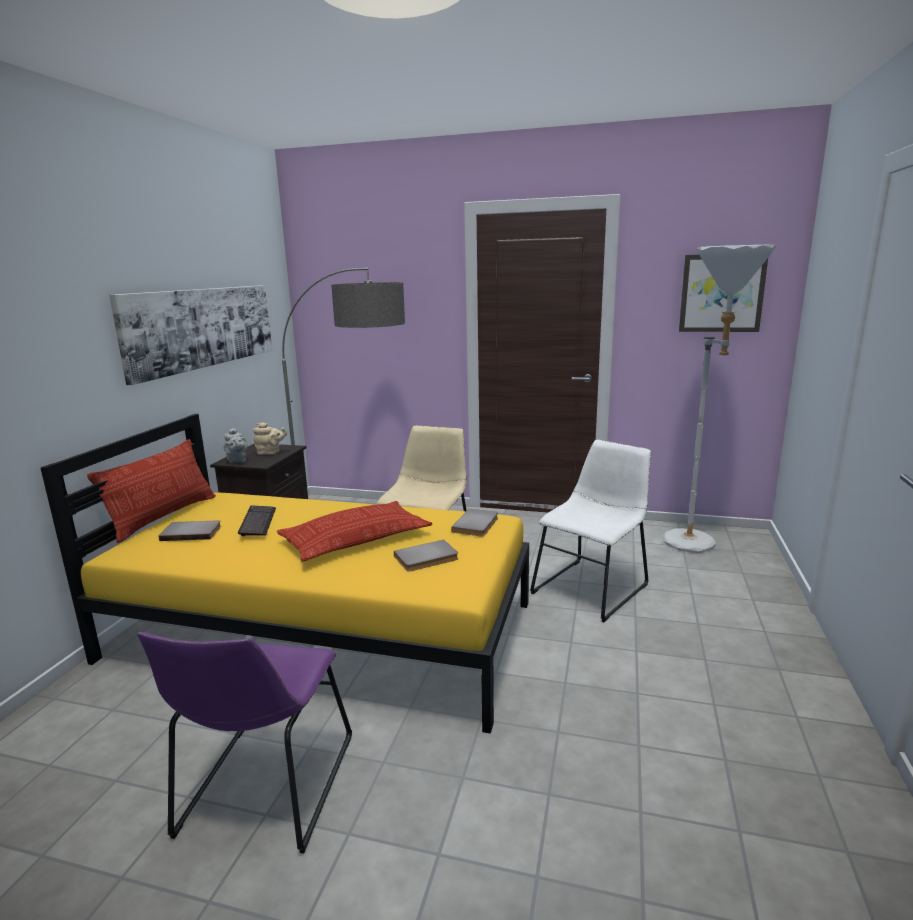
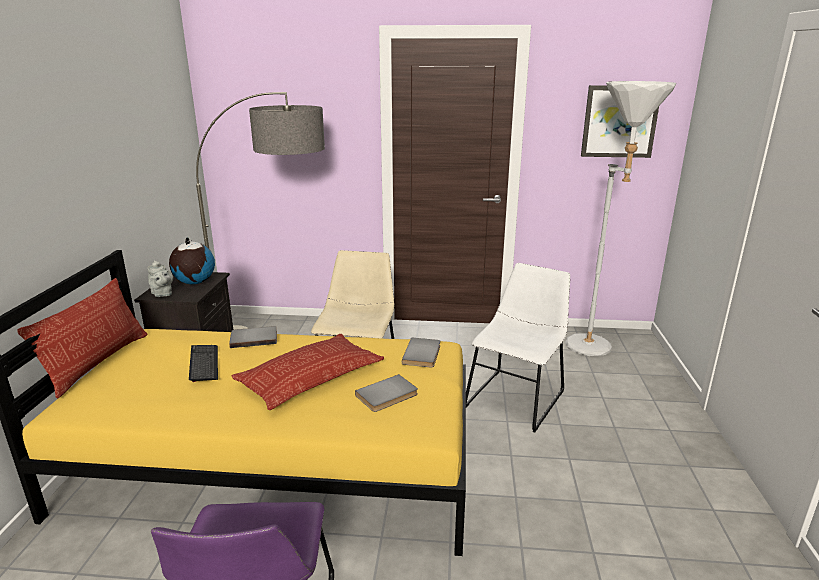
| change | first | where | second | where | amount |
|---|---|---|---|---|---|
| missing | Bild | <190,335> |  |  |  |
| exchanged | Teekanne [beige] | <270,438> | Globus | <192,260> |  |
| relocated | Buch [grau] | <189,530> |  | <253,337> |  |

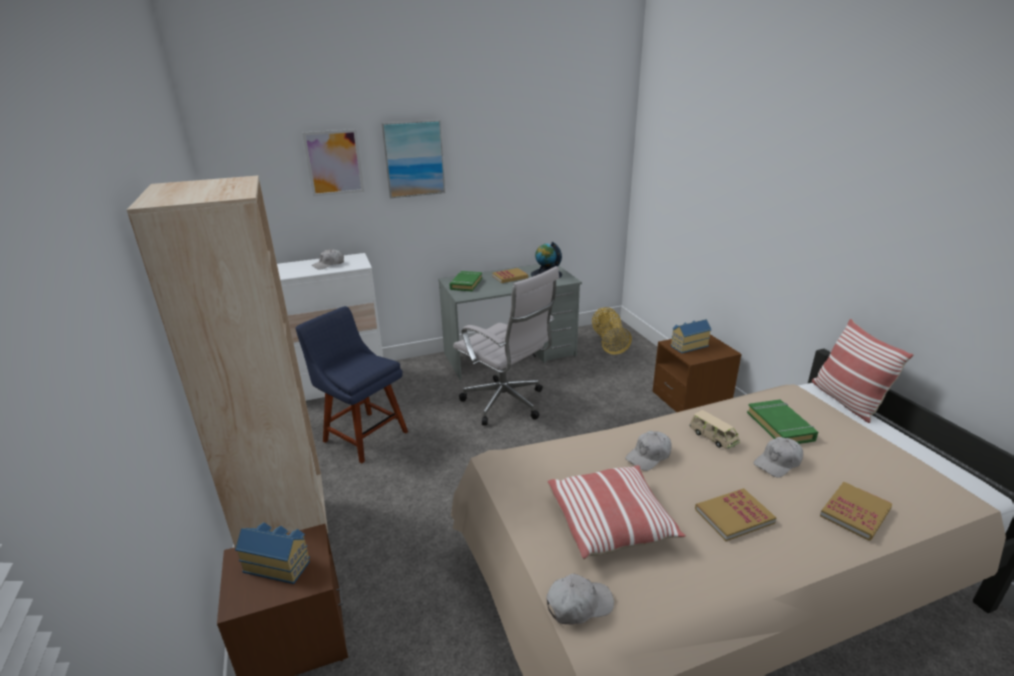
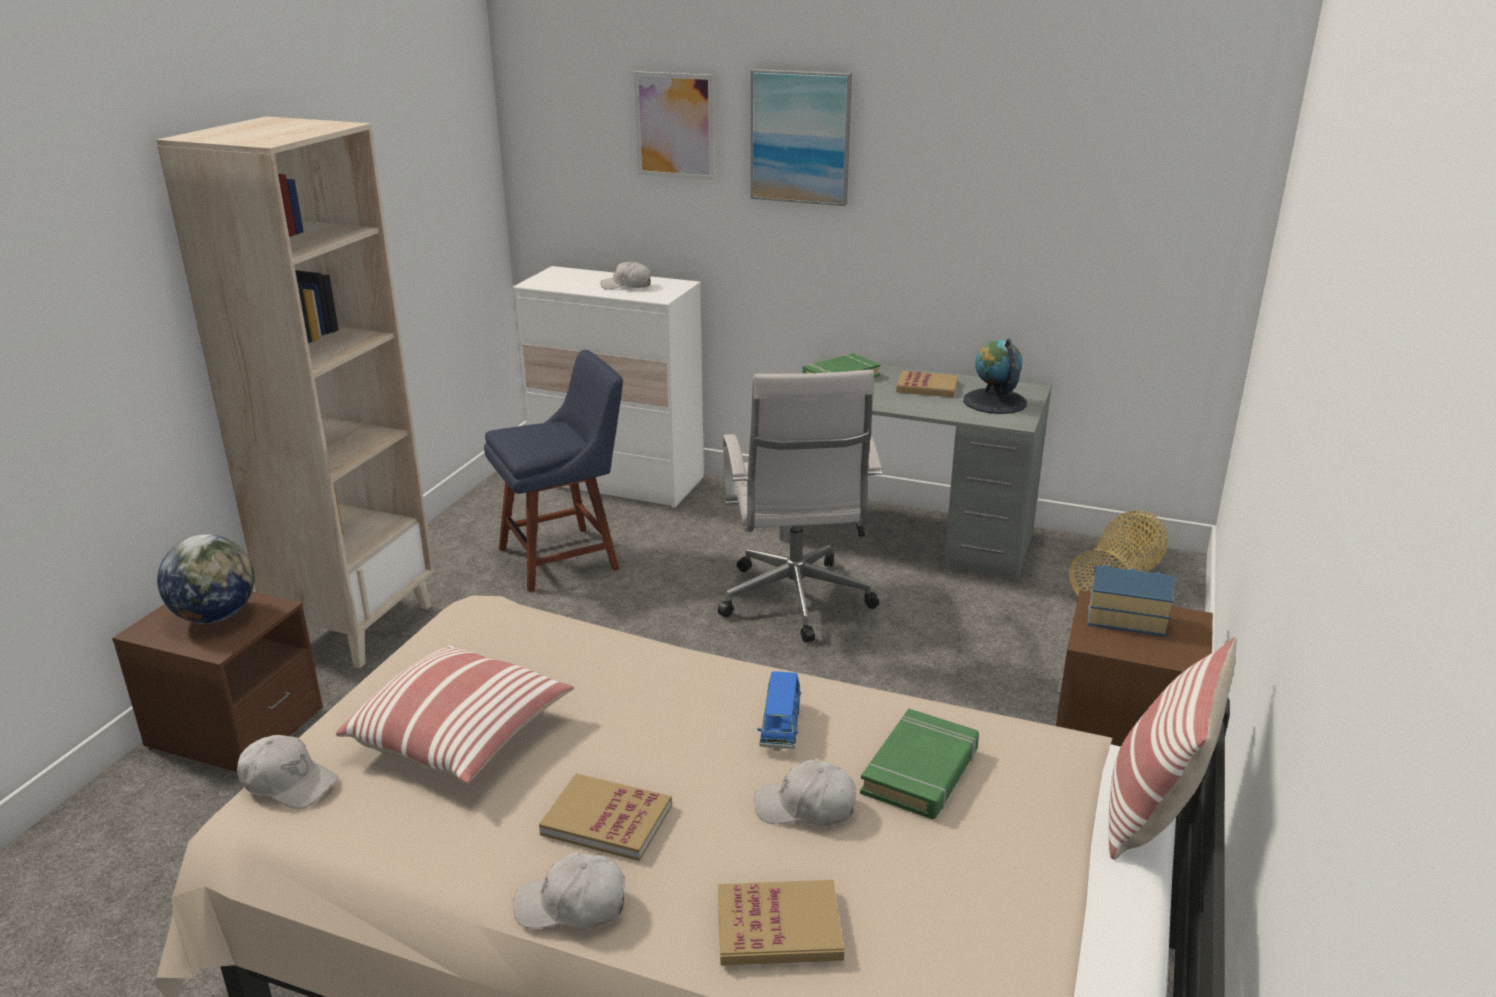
| change | first | where | second | where | amount |
|---|---|---|---|---|---|
| spun | Stuhl [blau] | <352,384> |  | <553,471> | 75 degrees clockwise |
| colour | Spielzeugauto [beige] | <714,429> | Spielzeugauto [blau] | <779,711> |  |
| relocated | Kappe [weiß] | <648,451> |  | <569,890> |  |
| exchanged | Spielzeughaus | <272,553> | Globus | <206,579> |  |

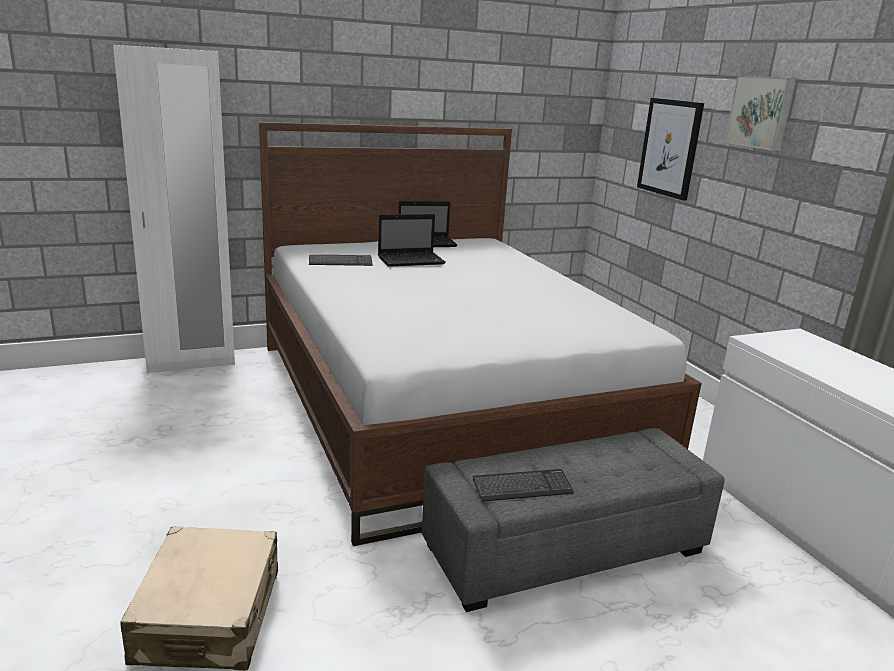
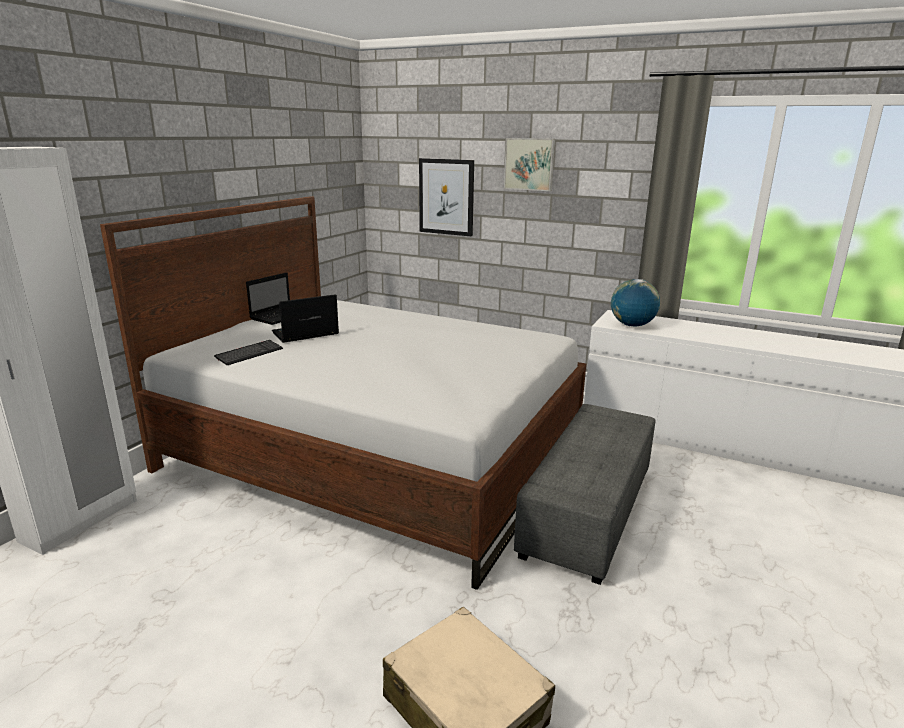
| change | first | where | second | where | amount |
|---|---|---|---|---|---|
| spun | Laptop | <412,240> |  | <305,318> | 150 degrees counterclockwise |
| missing | Tastatur | <523,485> |  |  |  |
| appeared |  |  | Globus | <635,303> |  |

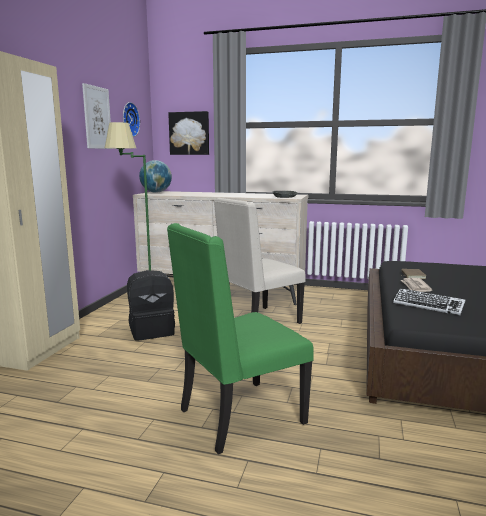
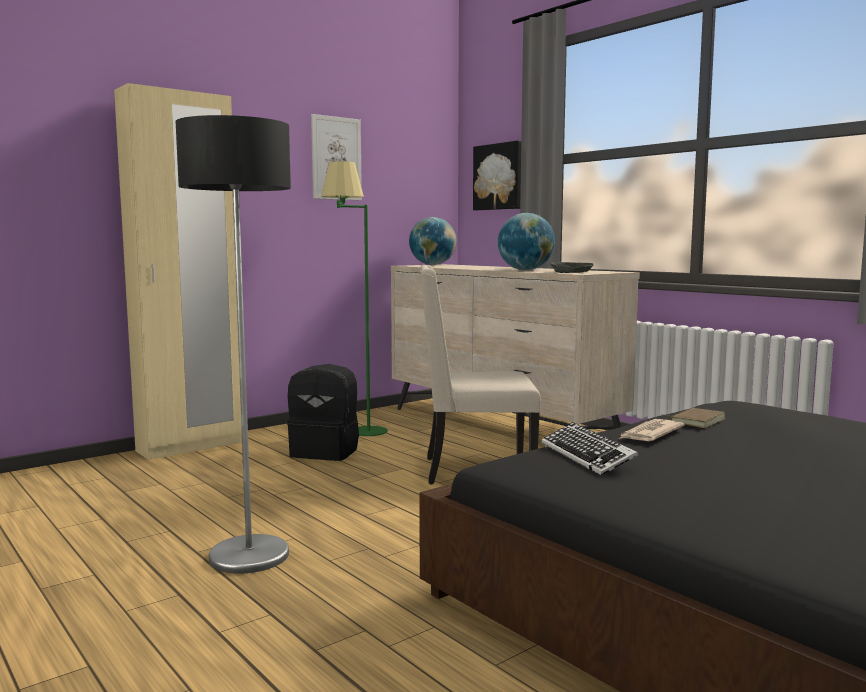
| change | first | where | second | where | amount |
|---|---|---|---|---|---|
| missing | Wanduhr | <131,119> |  |  |  |
| exchanged | Stuhl [grün] | <240,338> | Stehlampe | <233,344> |  |
| appeared |  |  | Globus | <526,241> |  |

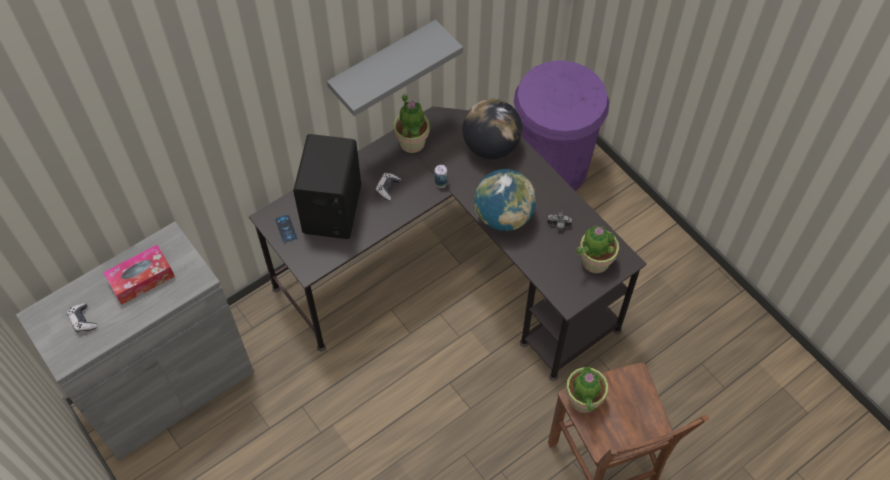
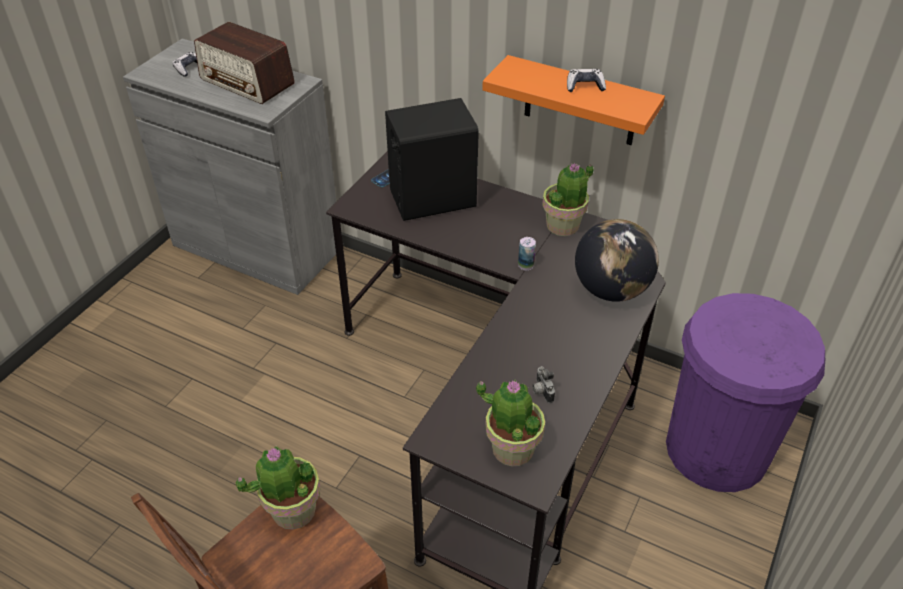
| change | first | where | second | where | amount |
|---|---|---|---|---|---|
| colour | Wandregal [grau] | <395,67> | Wandregal [orange] | <573,100> |  |
| missing | Globus | <505,200> |  |  |  |
| relocated | Gamepad | <388,187> |  | <586,80> |  |
| exchanged | Taschentuchbox | <139,275> | Radio | <244,63> |  |

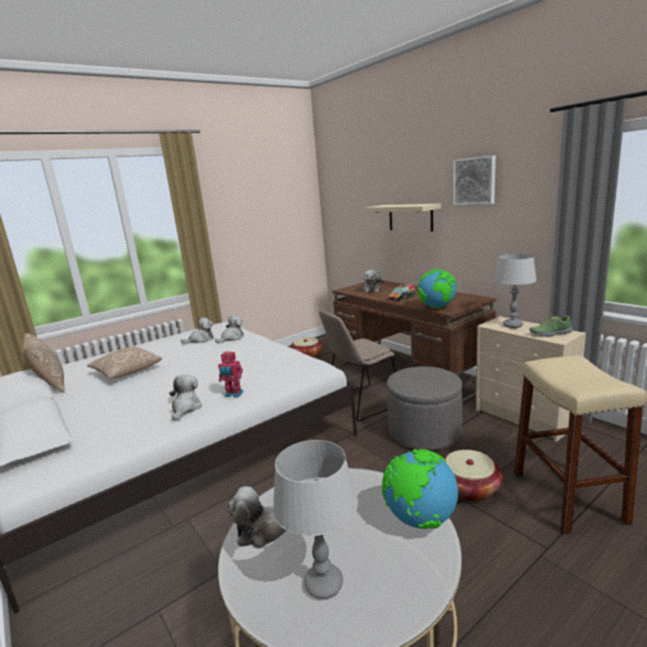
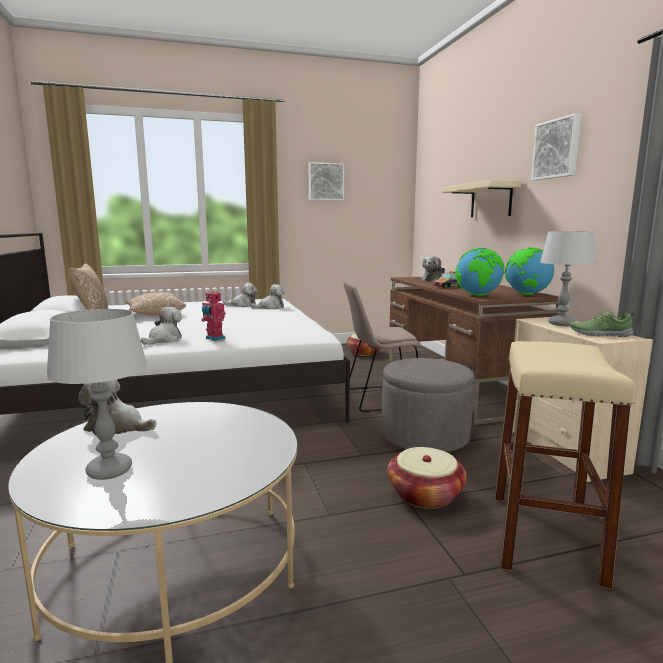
| change | first | where | second | where | amount |
|---|---|---|---|---|---|
| relocated | Globus | <420,489> |  | <529,271> |  |
| appeared |  |  | Bild | <326,181> |  |

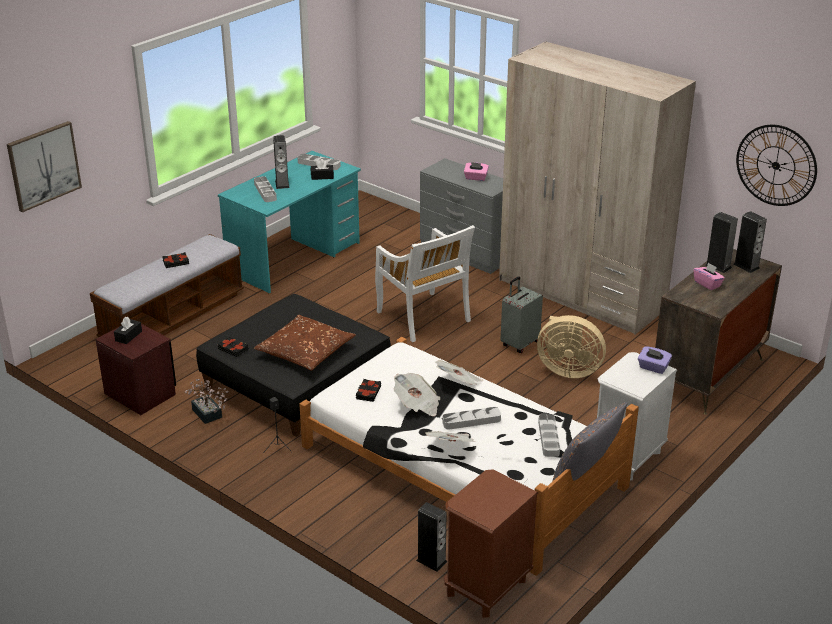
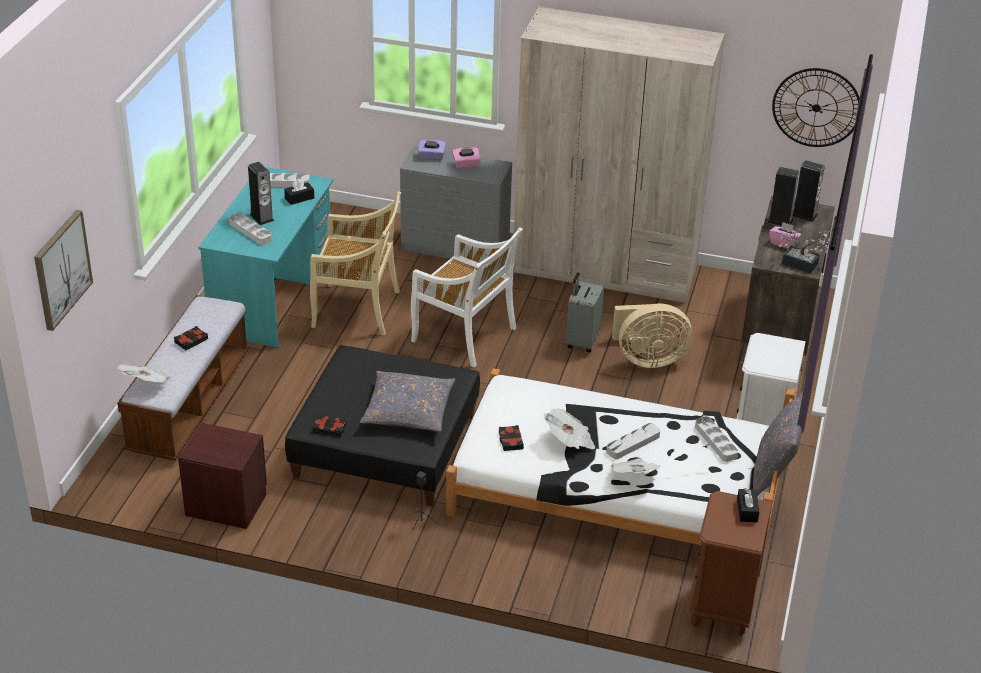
| change | first | where | second | where | amount |
|---|---|---|---|---|---|
| colour | Kissen [braun] | <305,342> | Kissen [grau] | <407,401> |  |
| relocated | Taschentuchbox [schwarz] | <128,330> |  | <748,505> |  |
| relocated | Taschentuchbox [lila] | <655,360> |  | <432,149> |  |
| relocated | Zeitung | <459,372> |  | <144,373> |  |
| relocated | Topfpflanze | <207,401> |  | <804,251> |  |
| missing | Lautsprecher | <432,537> |  |  |  |
| appeared |  |  | Stuhl [beige] | <355,263> |  |

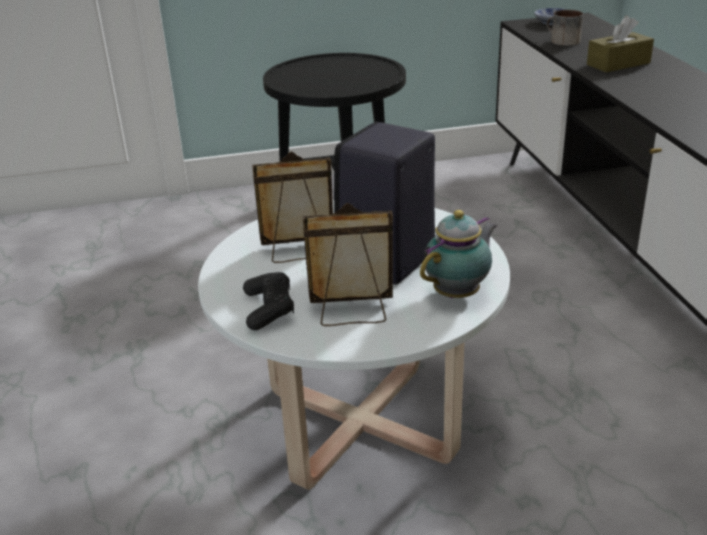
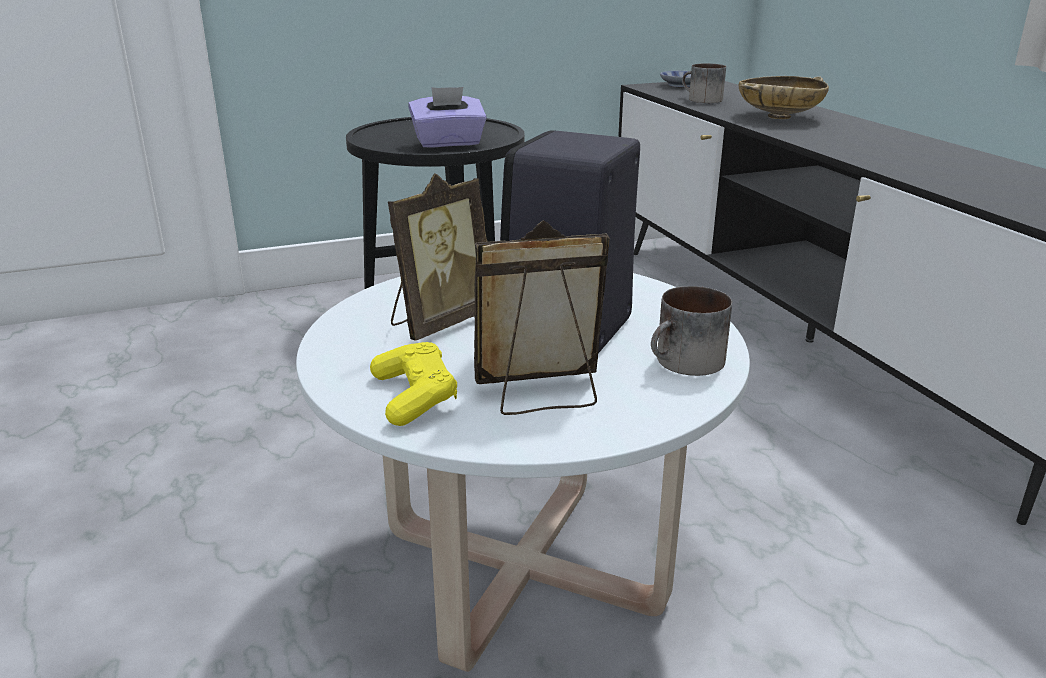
| change | first | where | second | where | amount |
|---|---|---|---|---|---|
| exchanged | Taschentuchbox [braun] | <620,43> | Schüssel [beige] | <784,97> |  |
| spun | Bilderrahmen | <292,207> |  | <437,257> | 150 degrees clockwise |
| exchanged | Teekanne | <458,254> | Henkelbecher | <691,331> |  |
| colour | Gamepad [schwarz] | <268,301> | Gamepad [gelb] | <413,384> |  |
| appeared |  |  | Taschentuchbox [lila] | <447,117> |  |

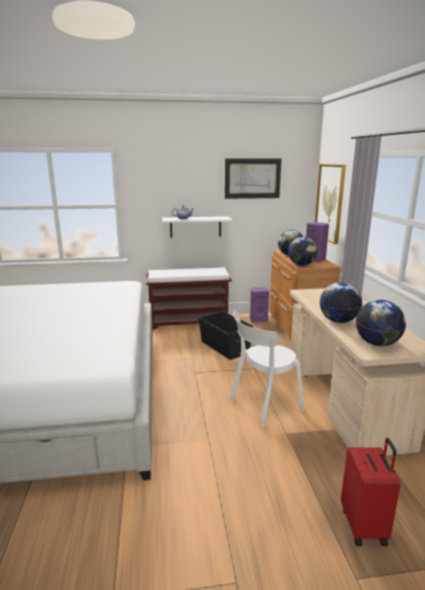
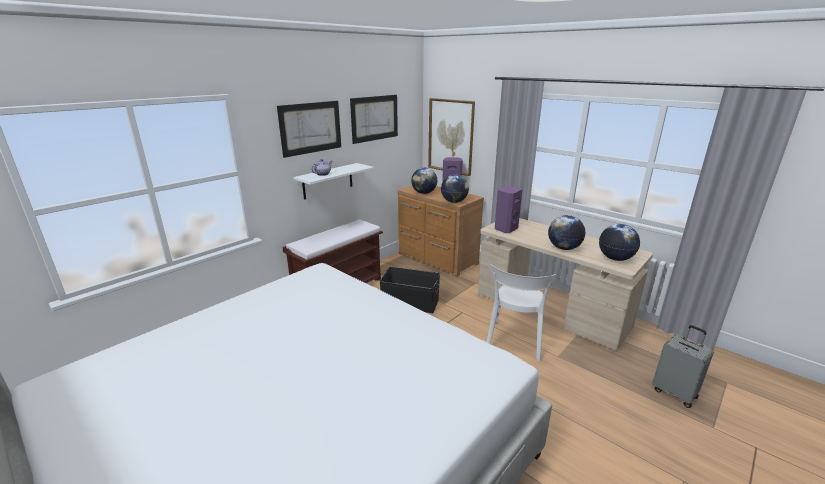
| change | first | where | second | where | amount |
|---|---|---|---|---|---|
| relocated | Lautsprecher [lila] | <259,304> |  | <508,209> |  |
| colour | Koffer [rot] | <371,492> | Koffer [grau] | <683,366> |  |
| appeared |  |  | Bild | <309,129> |  |

